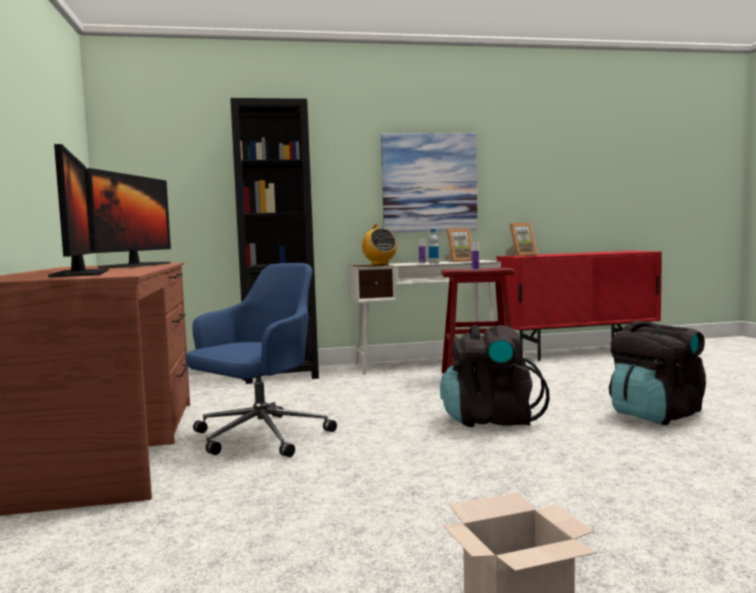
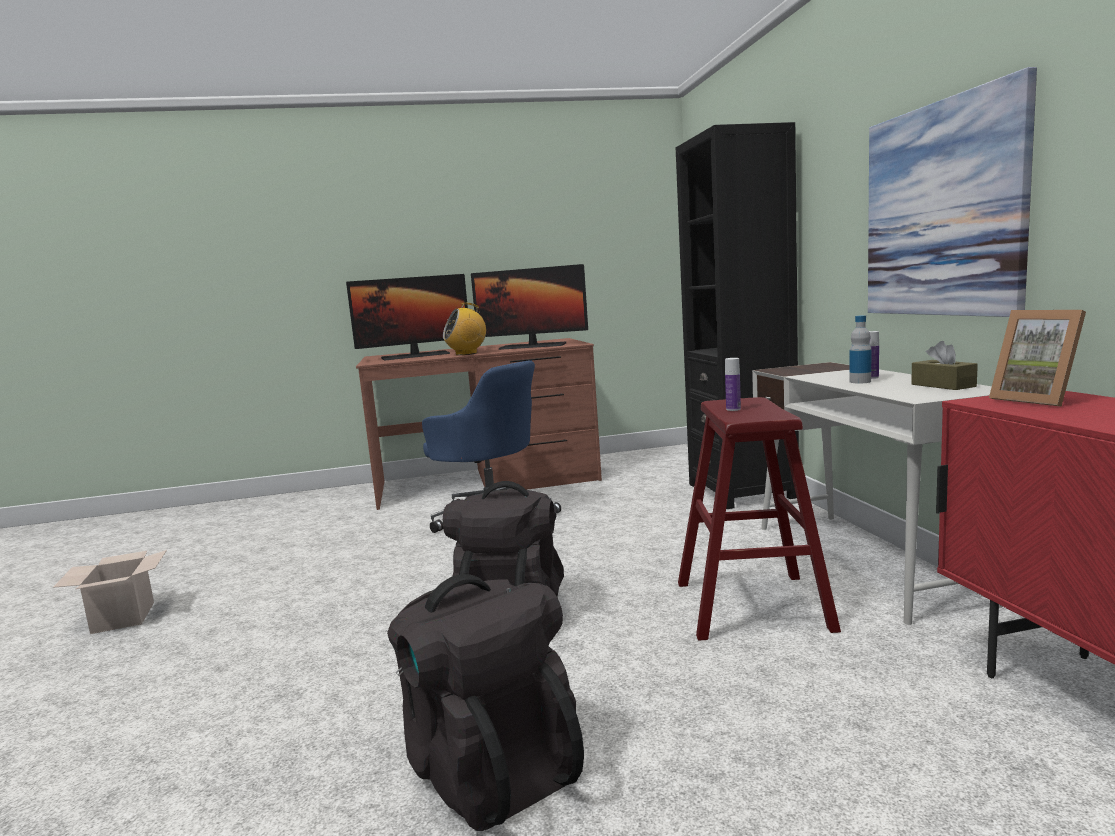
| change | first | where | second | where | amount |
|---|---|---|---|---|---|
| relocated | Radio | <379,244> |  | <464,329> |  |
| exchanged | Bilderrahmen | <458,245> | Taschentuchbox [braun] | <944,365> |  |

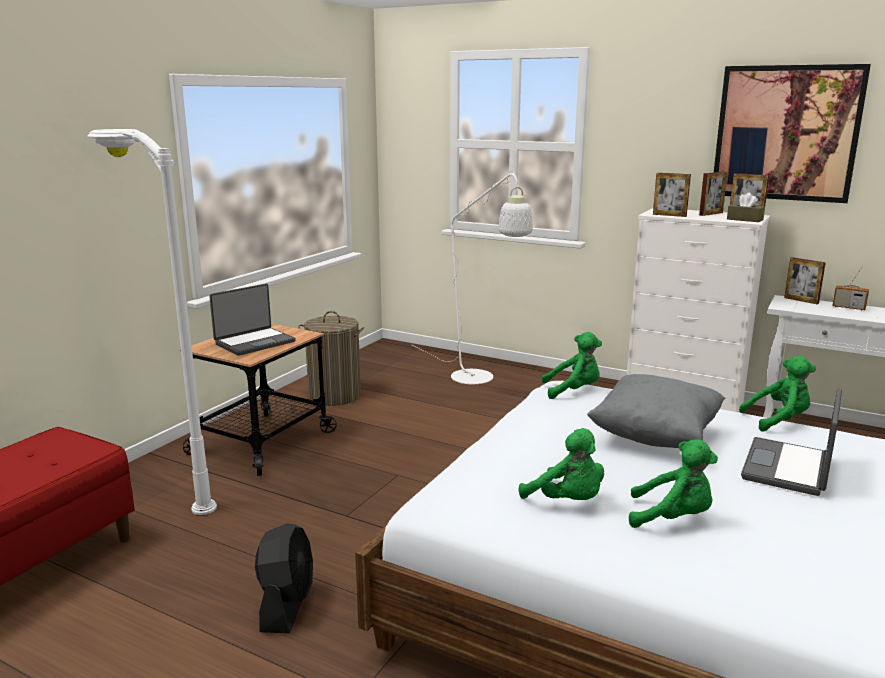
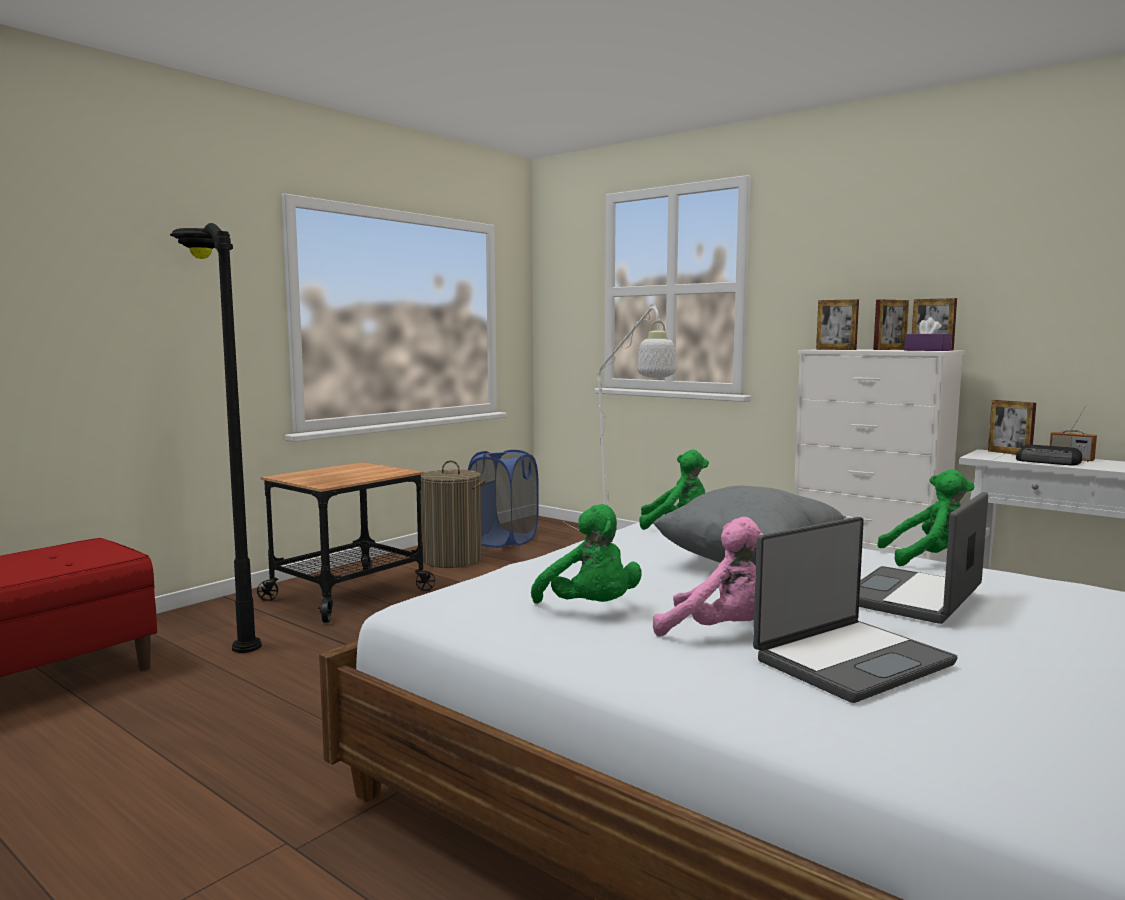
| change | first | where | second | where | amount |
|---|---|---|---|---|---|
| missing | Bild | <792,133> |  |  |  |
| colour | Stehlampe [weiß] | <152,322> | Stehlampe [schwarz] | <216,438> |  |
| colour | Taschentuchbox [braun] | <746,207> | Taschentuchbox [lila] | <928,334> |  |
| relocated | Laptop | <252,320> |  | <855,610> |  |
| colour | Plüschtier [grün] | <673,483> | Plüschtier [rosa] | <708,577> |  |
| missing | Ventilator [schwarz] | <284,578> |  |  |  |
| appeared |  |  | Radio | <1049,455> |  |
| appeared |  |  | Wäschekorb [blau] | <503,499> |  |

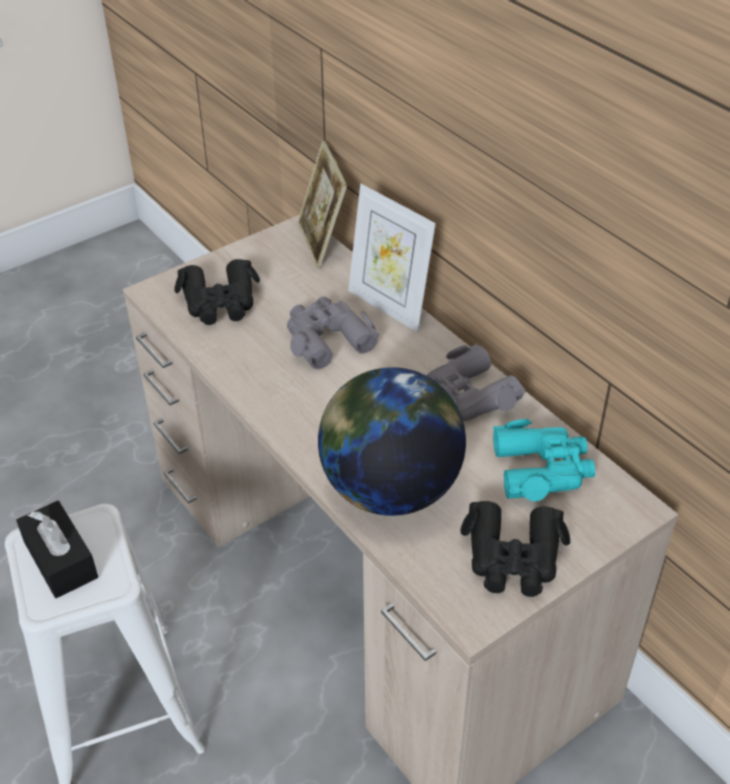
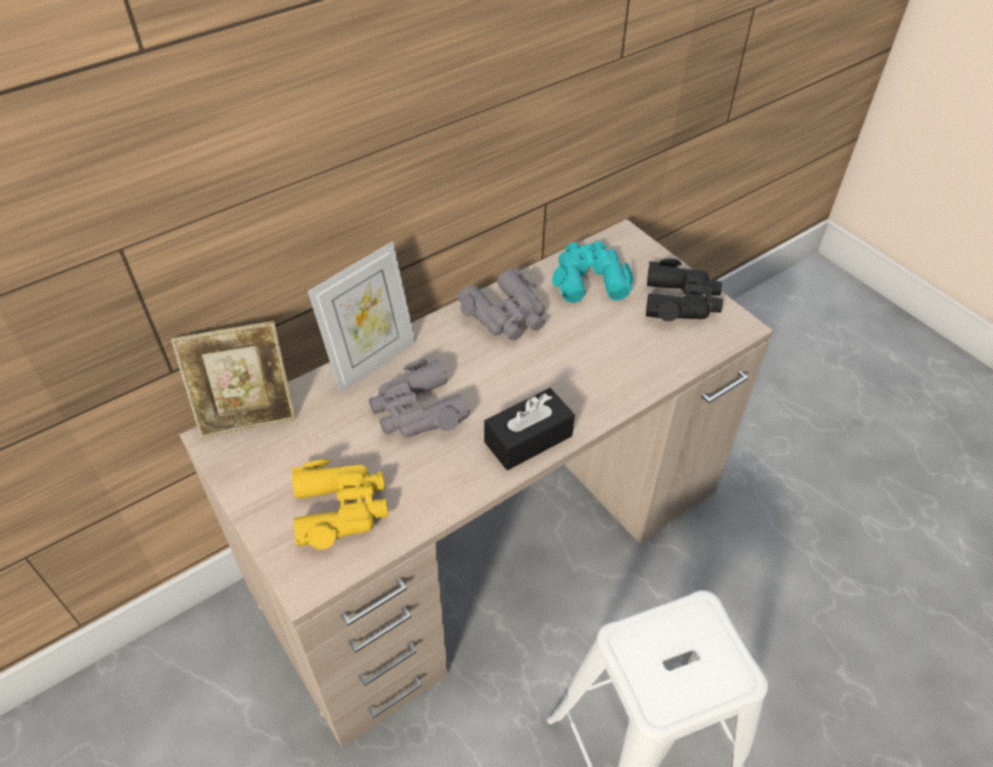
| change | first | where | second | where | amount |
|---|---|---|---|---|---|
| colour | Fernglas [schwarz] | <217,292> | Fernglas [gelb] | <340,504> |  |
| missing | Globus | <392,441> |  |  |  |
| relocated | Taschentuchbox [schwarz] | <57,549> |  | <529,429> |  |

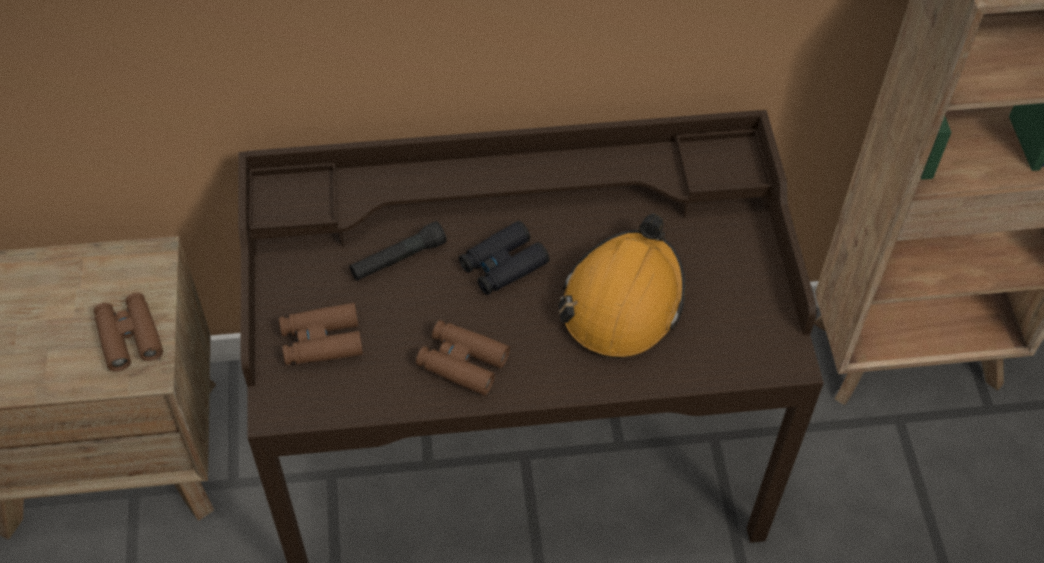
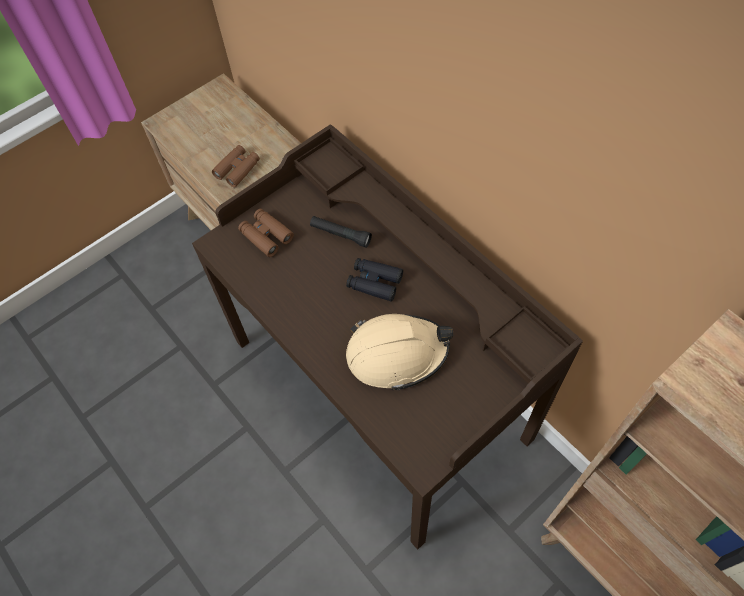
| change | first | where | second | where | amount |
|---|---|---|---|---|---|
| colour | Schutzhelm [orange] | <621,285> | Schutzhelm [beige] | <399,352> |  |
| missing | Fernglas [braun] | <463,358> |  |  |  |

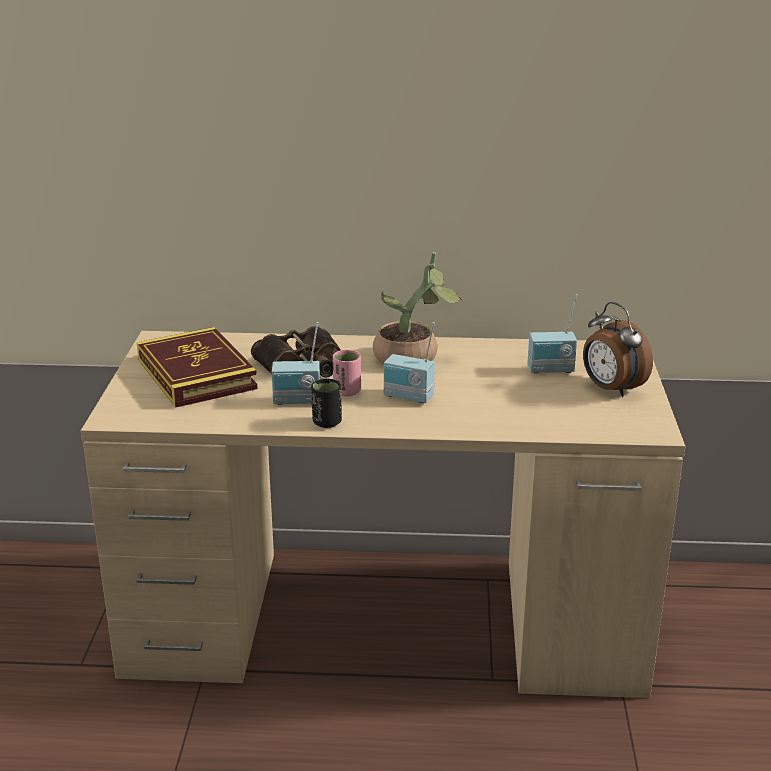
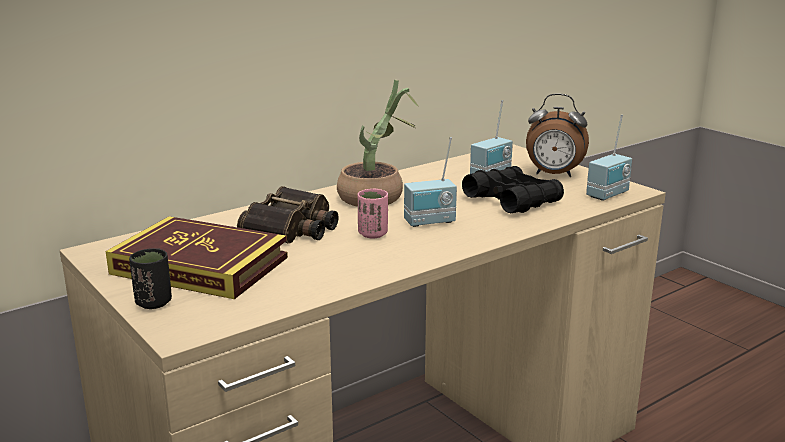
| change | first | where | second | where | amount |
|---|---|---|---|---|---|
| relocated | Radio | <296,363> |  | <609,158> |  |
| relocated | Tasse [schwarz] | <326,403> |  | <150,278> |  |
| appeared |  |  | Fernglas [schwarz] | <513,189> |  |

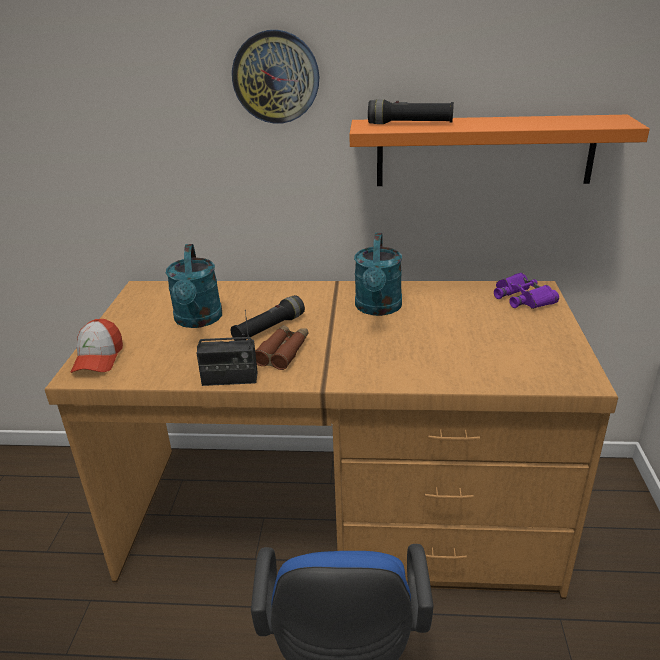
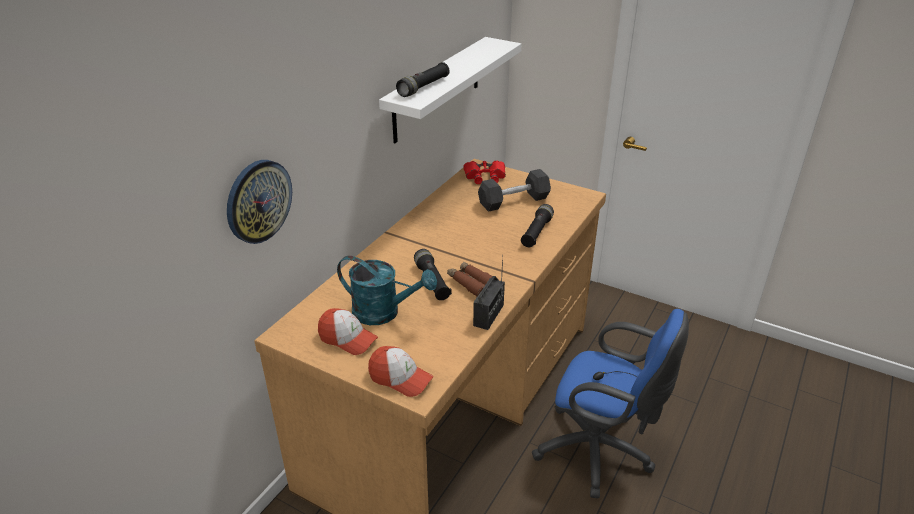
| change | first | where | second | where | amount |
|---|---|---|---|---|---|
| relocated | Wanduhr | <275,77> |  | <259,202> |  |
| colour | Wandregal [orange] | <499,150> | Wandregal [weiß] | <450,90> |  |
| missing | Gießkanne [türkis] | <378,274> |  |  |  |
| colour | Fernglas [lila] | <526,291> | Fernglas [rot] | <485,172> |  |
| appeared |  |  | Hantel [schwarz] | <514,190> |  |
| appeared |  |  | Taschenlampe [schwarz] | <537,225> |  |
| appeared |  |  | Kappe | <348,331> |  |

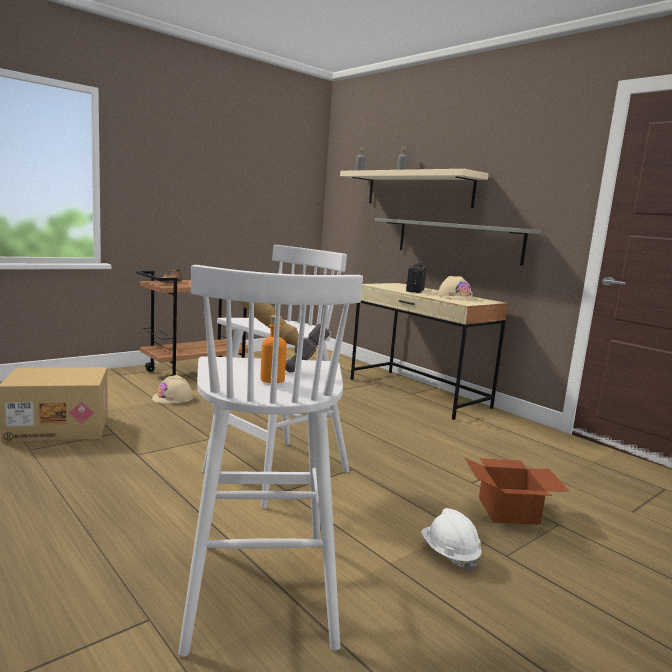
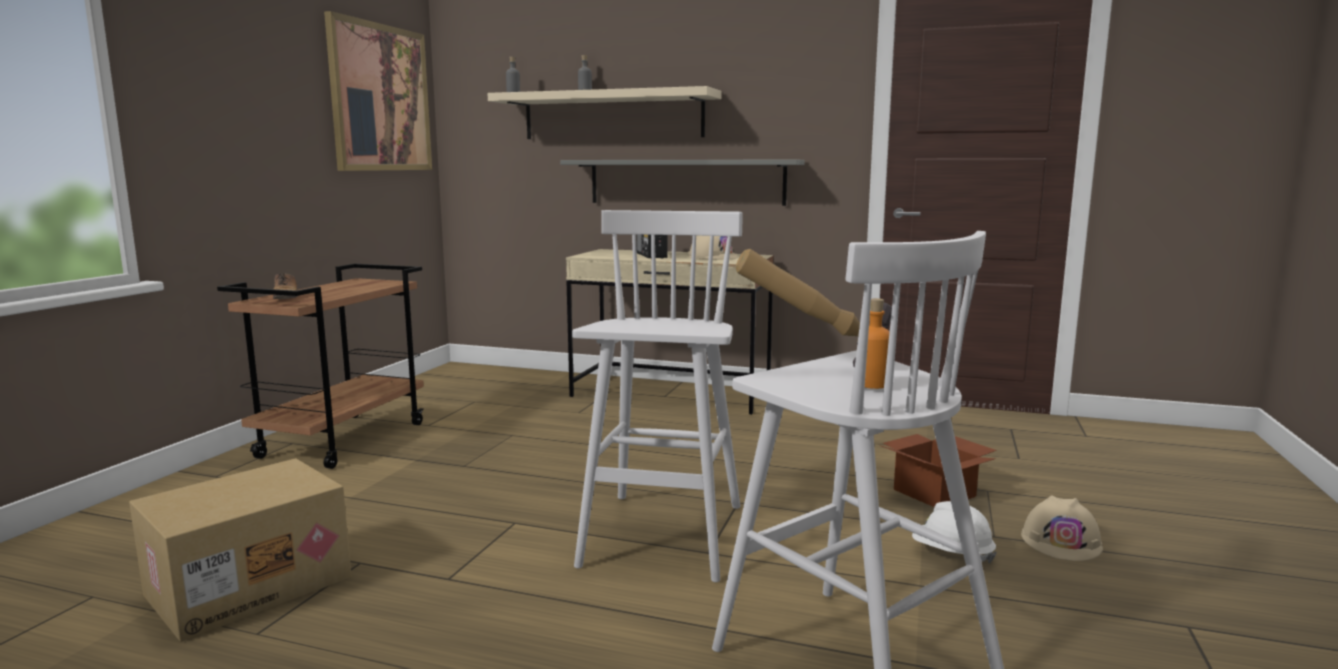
| change | first | where | second | where | amount |
|---|---|---|---|---|---|
| relocated | Schutzhelm [beige] | <173,389> |  | <1062,528> |  |
| appeared |  |  | Bild | <378,91> |  |

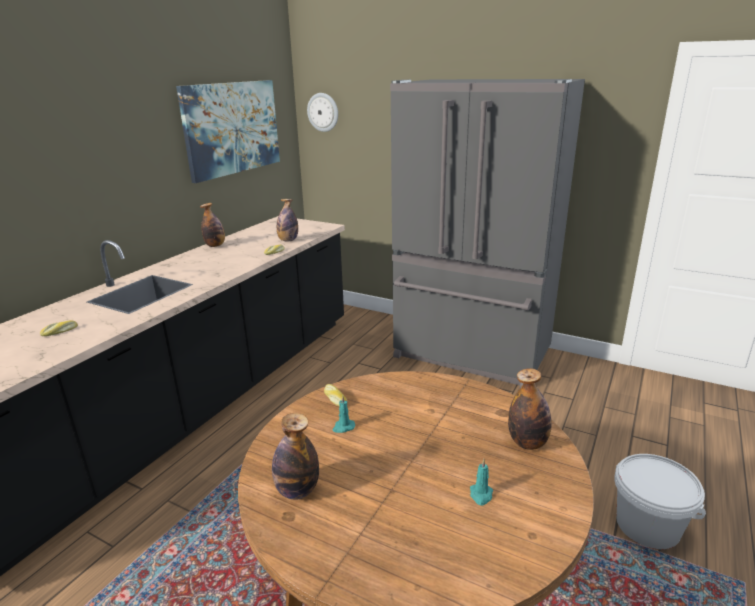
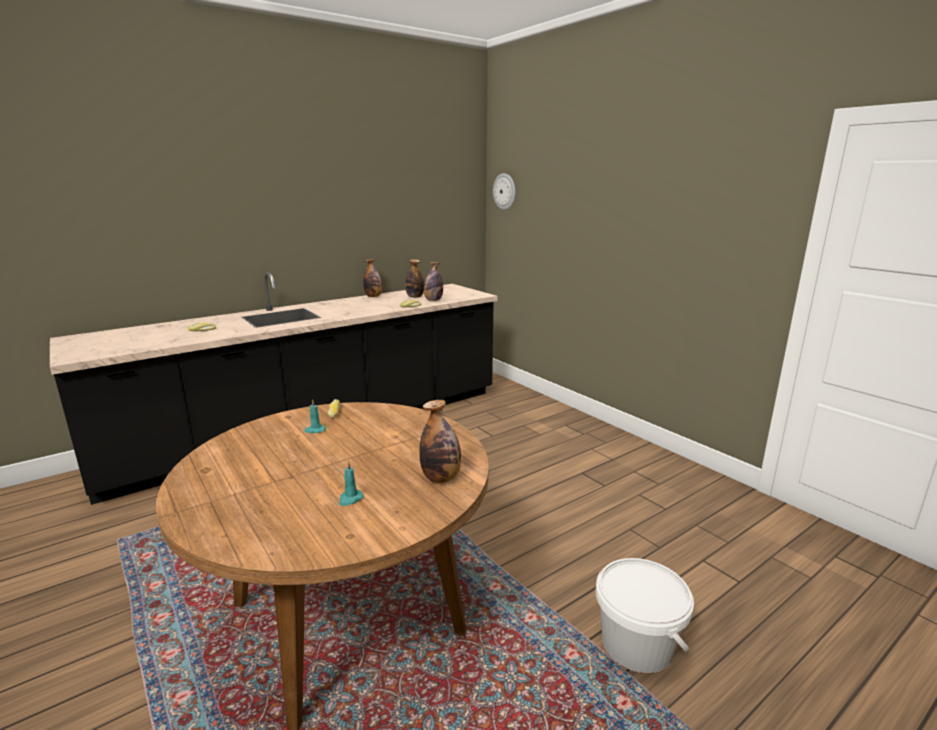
| change | first | where | second | where | amount |
|---|---|---|---|---|---|
| missing | Kühlschrank [grau] | <487,233> |  |  |  |
| missing | Bild | <228,131> |  |  |  |
| relocated | Flasche | <295,456> |  | <414,278> |  |

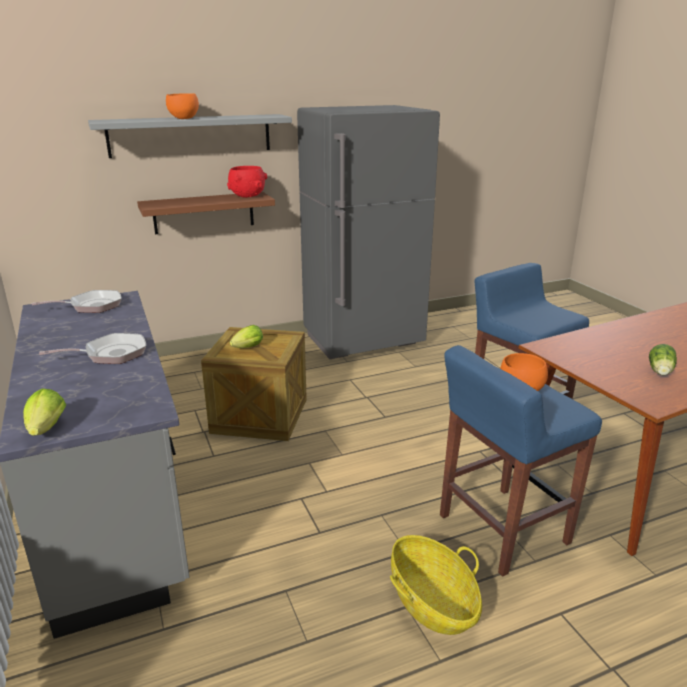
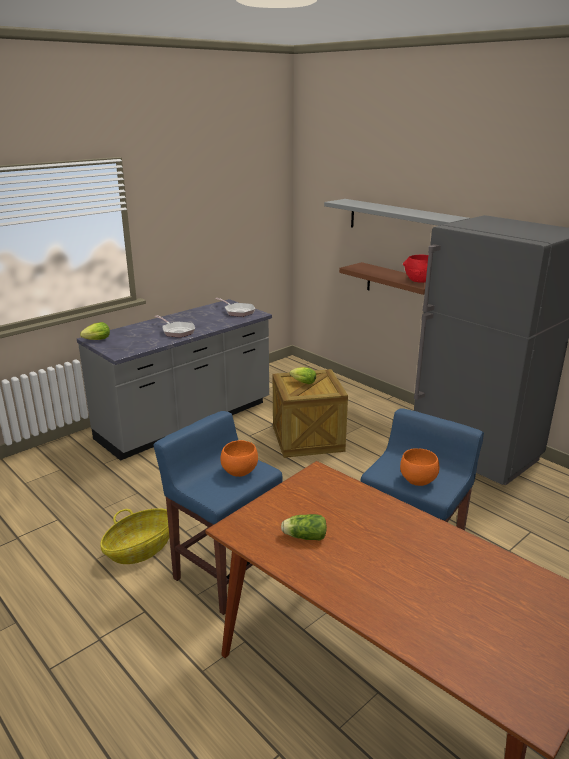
| change | first | where | second | where | amount |
|---|---|---|---|---|---|
| relocated | Schüssel [orange] | <182,106> |  | <419,467> |  |

